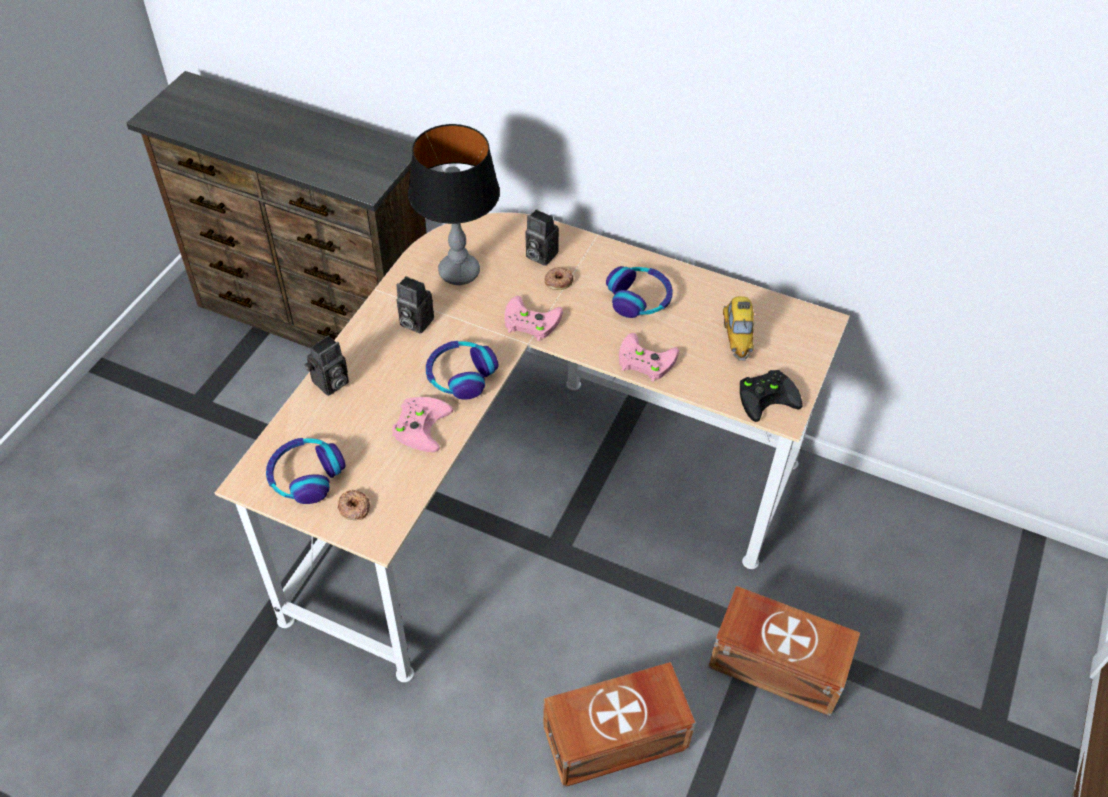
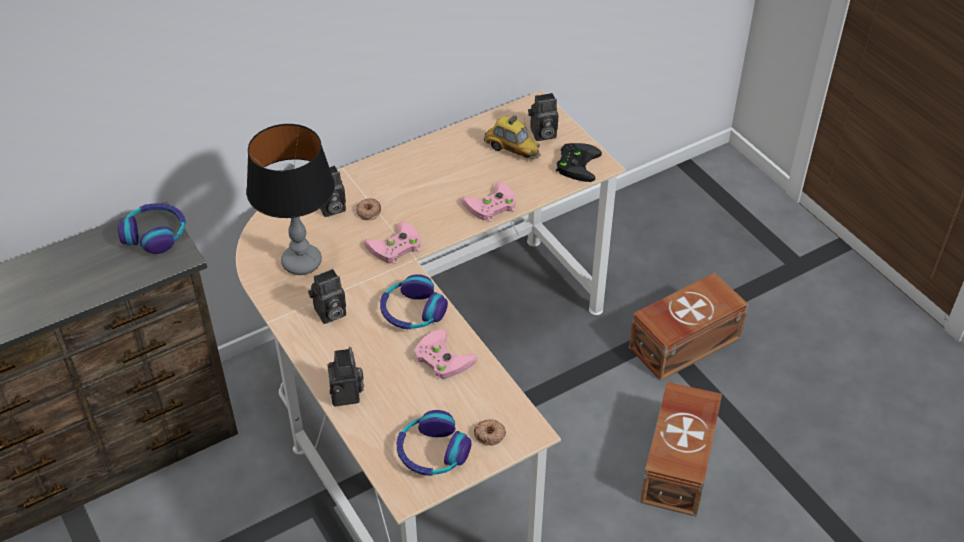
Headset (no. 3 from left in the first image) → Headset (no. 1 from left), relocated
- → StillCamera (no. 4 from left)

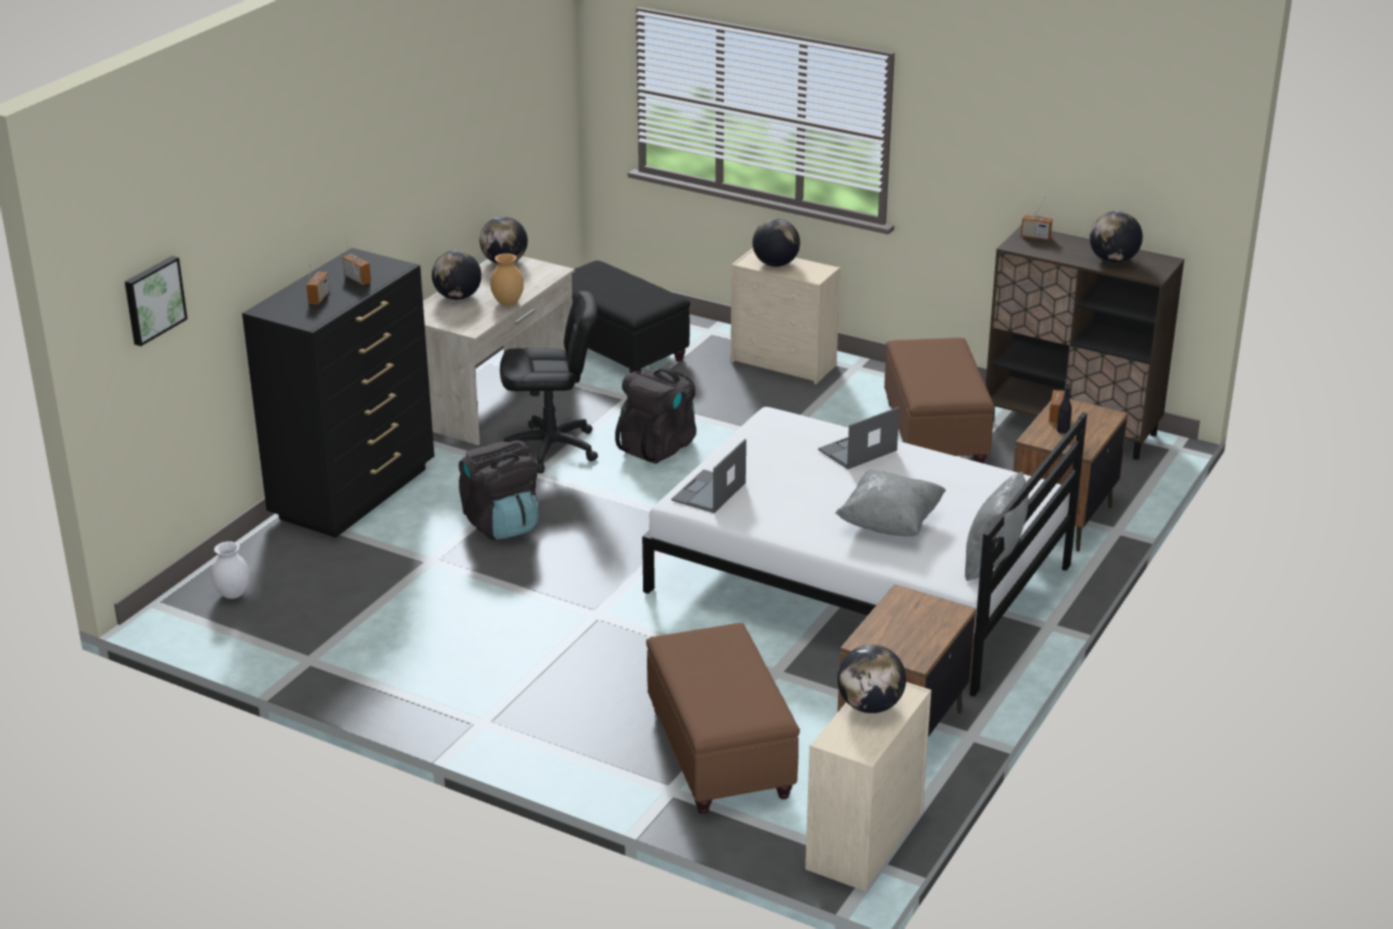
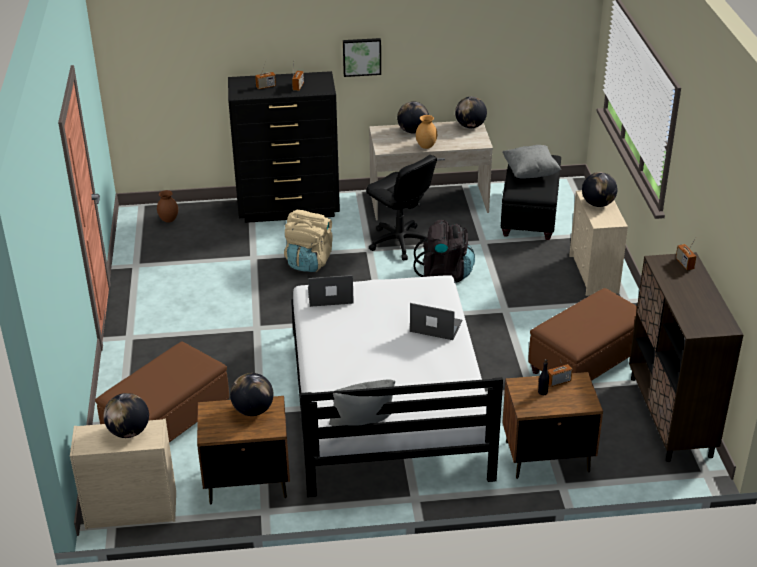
Picture, relocated
WhiteColouredDecorativeVase → BrownColouredDecorativeVase (no. 1 from left)
BlackColouredKnapsack (no. 1 from left) → BeigeKnapsack
GreyishPillow (no. 1 from left in the first image) → GreyishPillow (no. 2 from left), relocated
Globe (no. 5 from left in the first image) → Globe (no. 2 from left), relocated

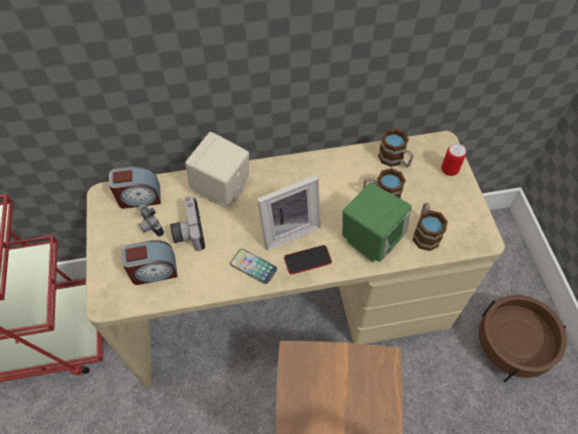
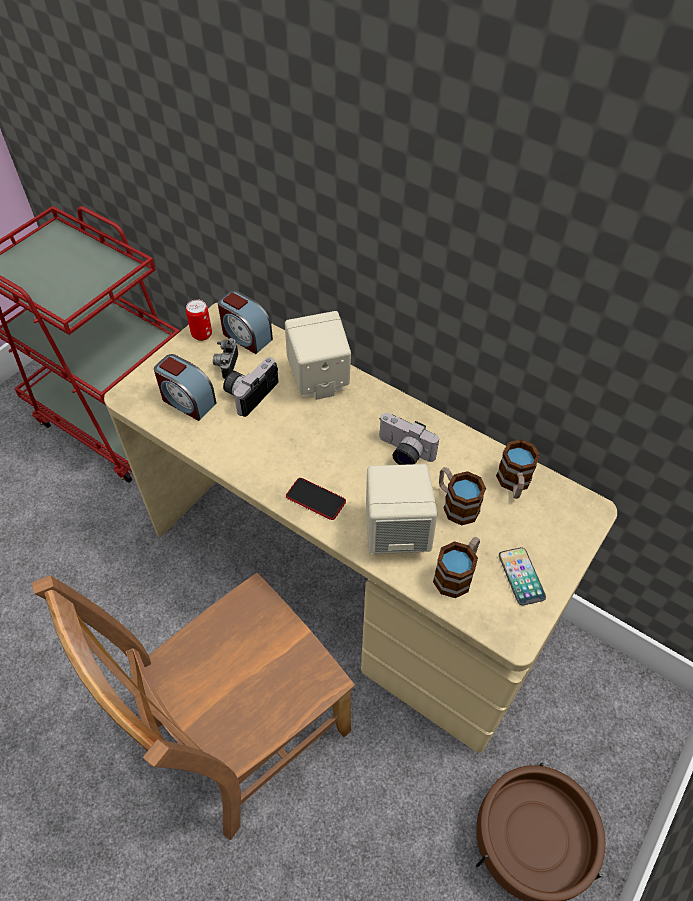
Handset (no. 1 from left in the first image) → Handset (no. 2 from left), relocated
StandingFrame → -
GreenAudioSpeaker → BeigeAudioSpeaker (no. 2 from left)
Can, relocated
- → StillCamera (no. 3 from left)

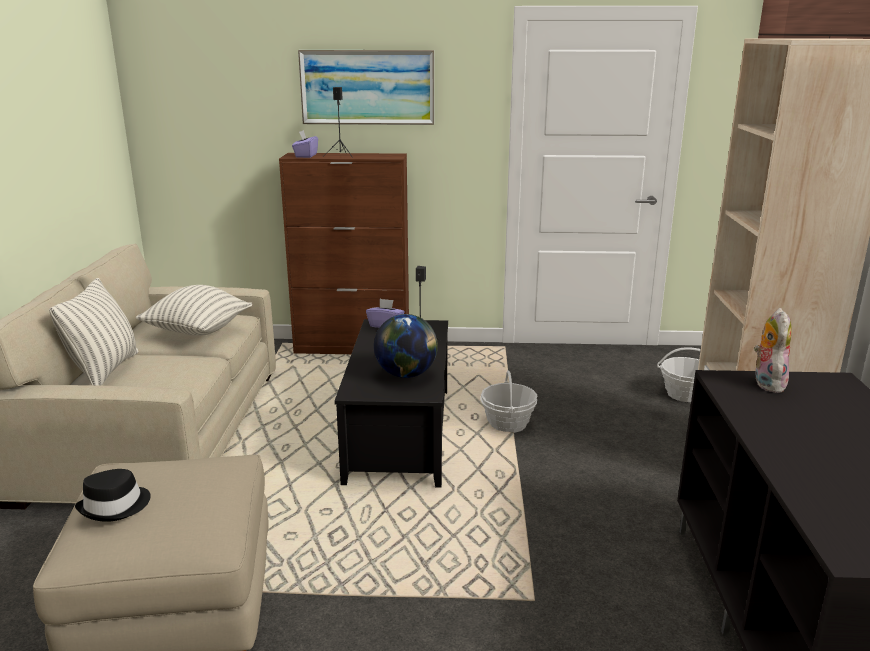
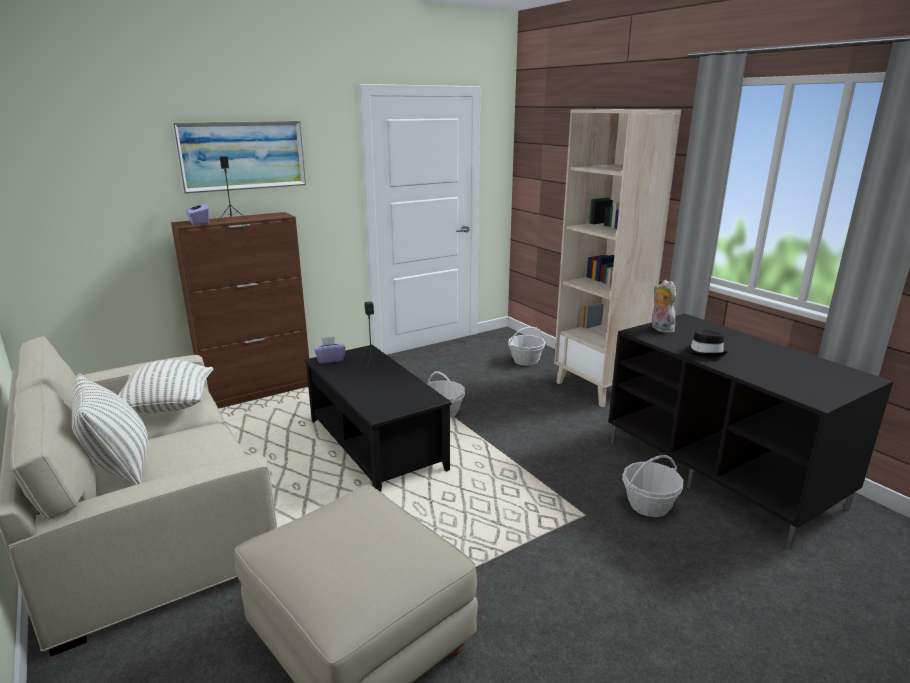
BlackColouredWearableHat, relocated
Globe → -
- → HouseholdBasket (no. 3 from left)

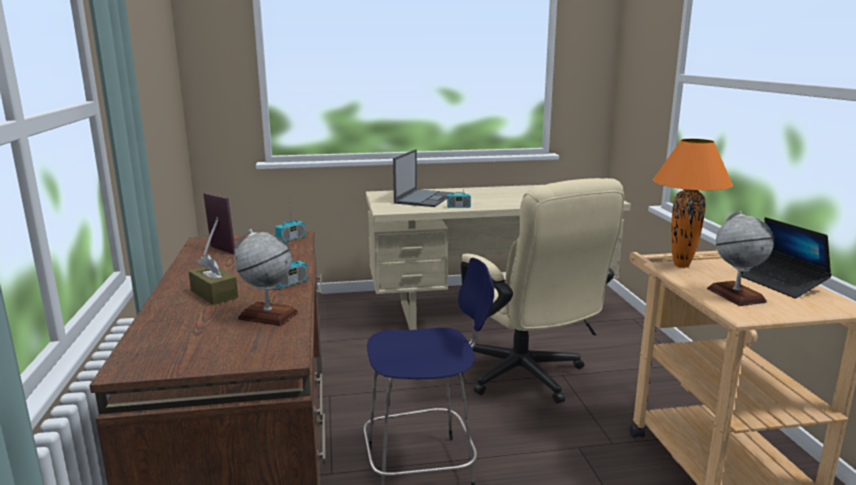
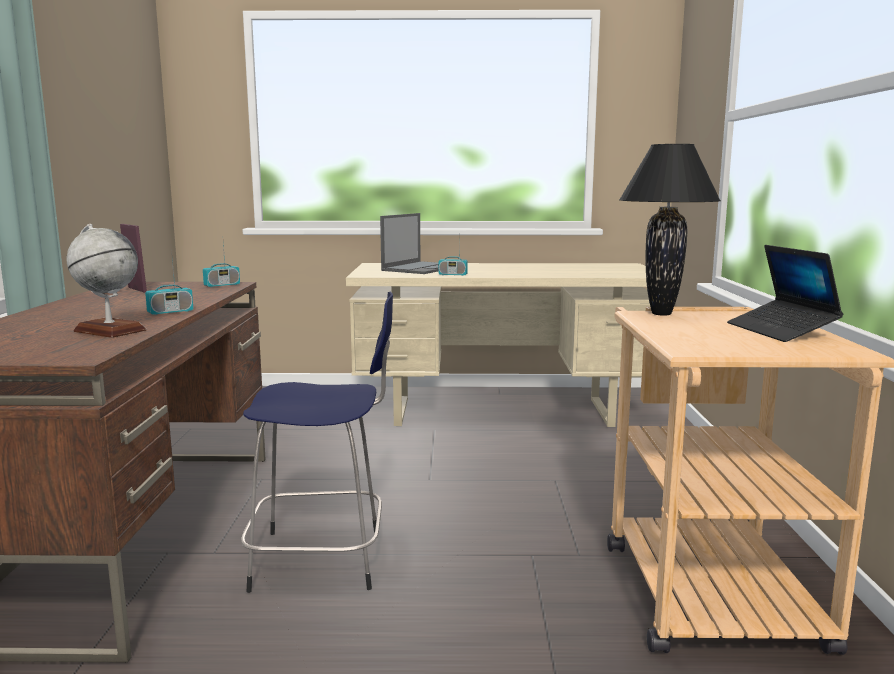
BrownColouredTissueHolder → -
BeigeDeskChair → -
OrangeLampForATable → BlackColouredLampForATable
Globe (no. 2 from left) → -

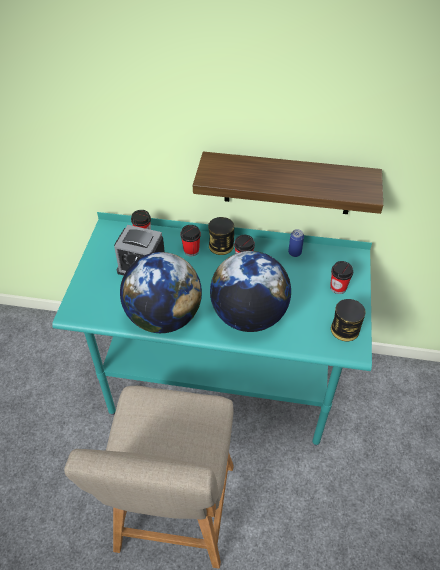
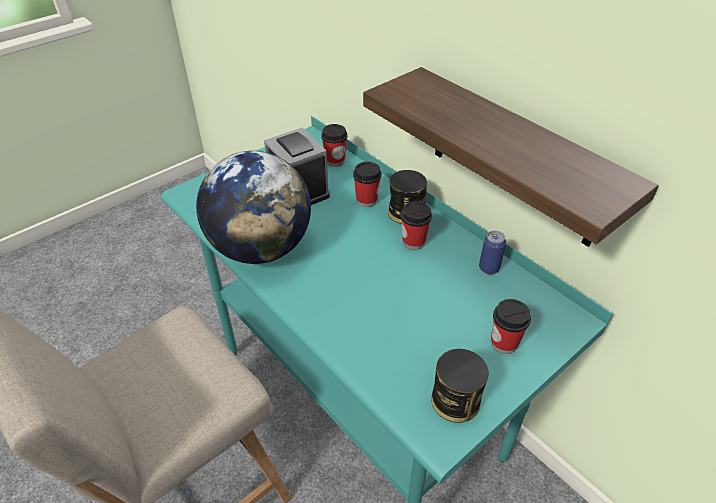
Globe (no. 2 from left) → -

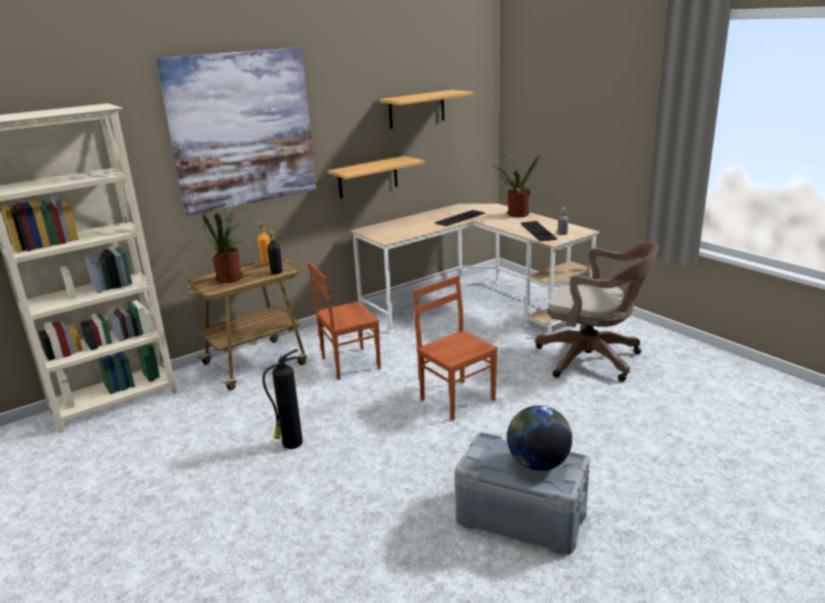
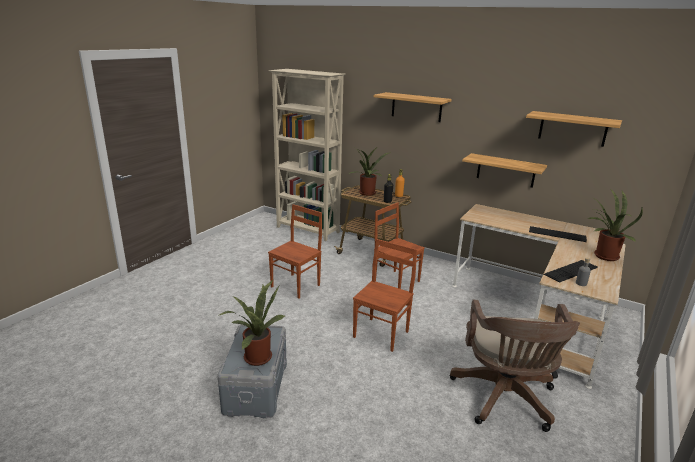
Picture → Shelf (no. 1 from left)
Extinguisher → BrownColouredPlainChair (no. 1 from left)
Globe → Houseplant (no. 1 from left)

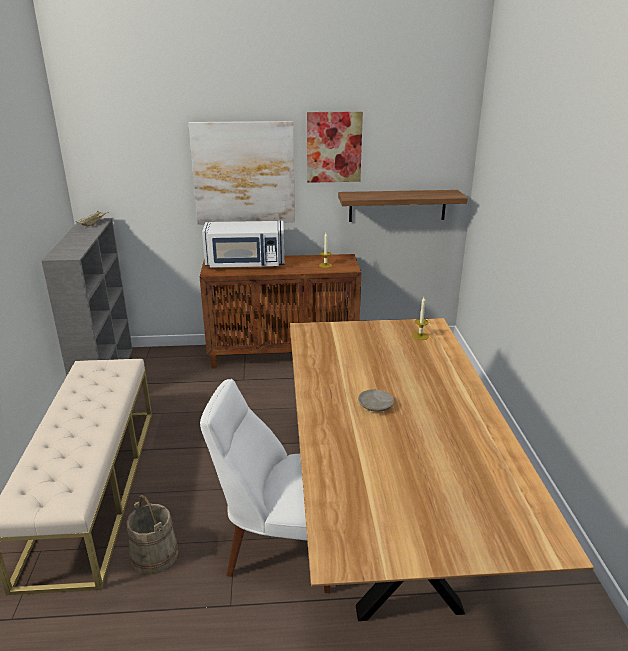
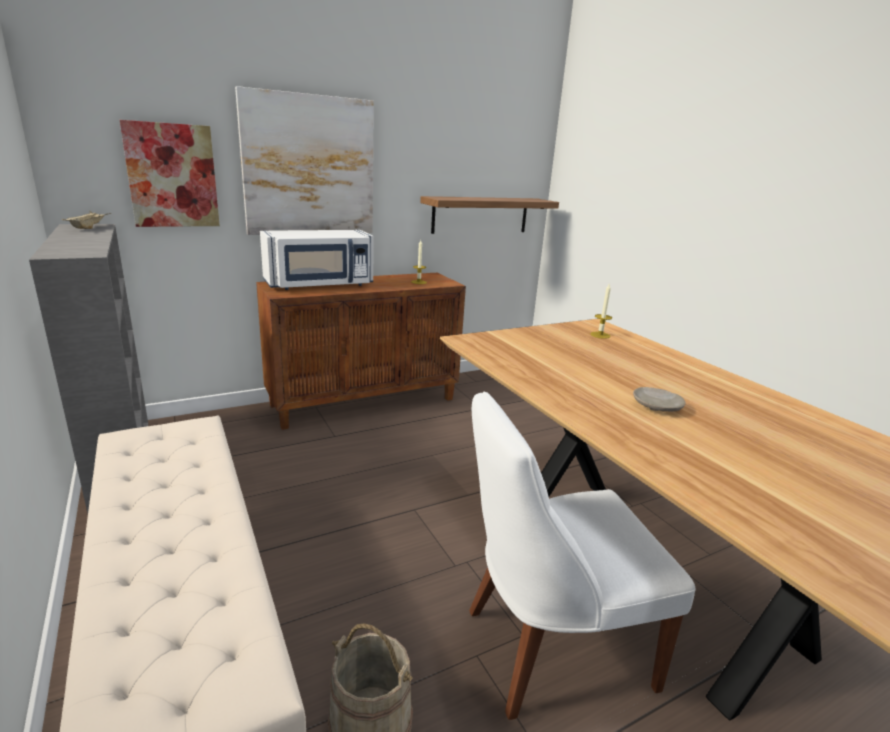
Picture (no. 2 from left in the first image) → Picture (no. 1 from left), relocated

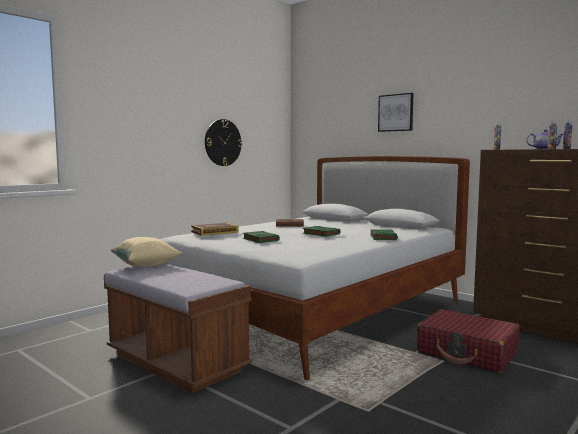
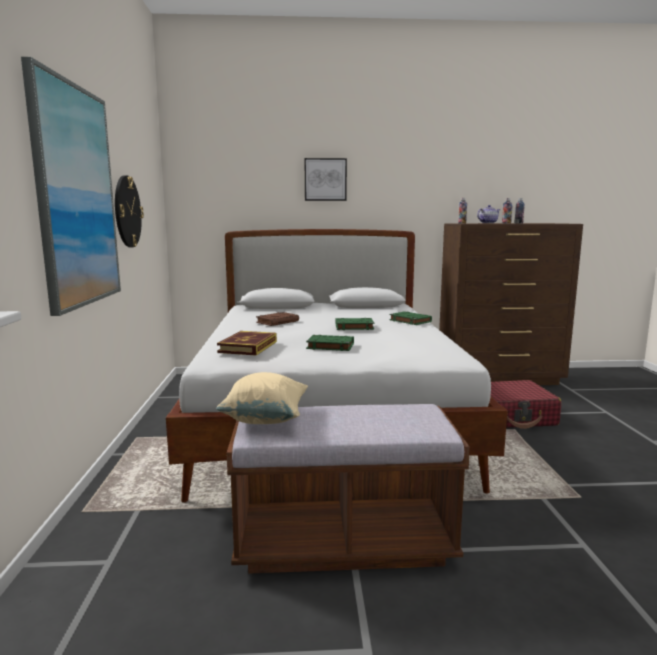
- → Picture (no. 1 from left)

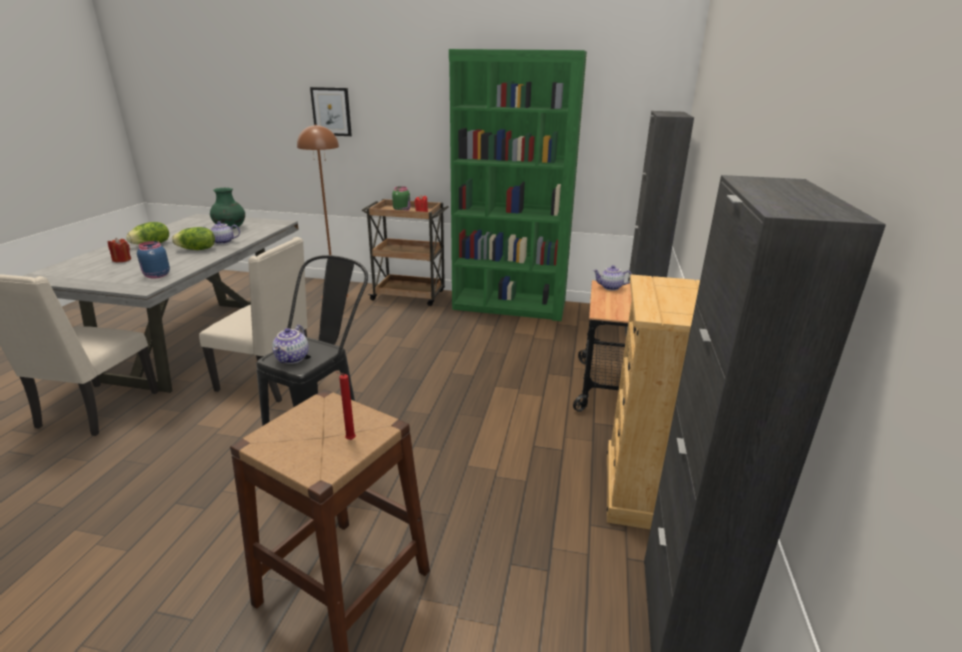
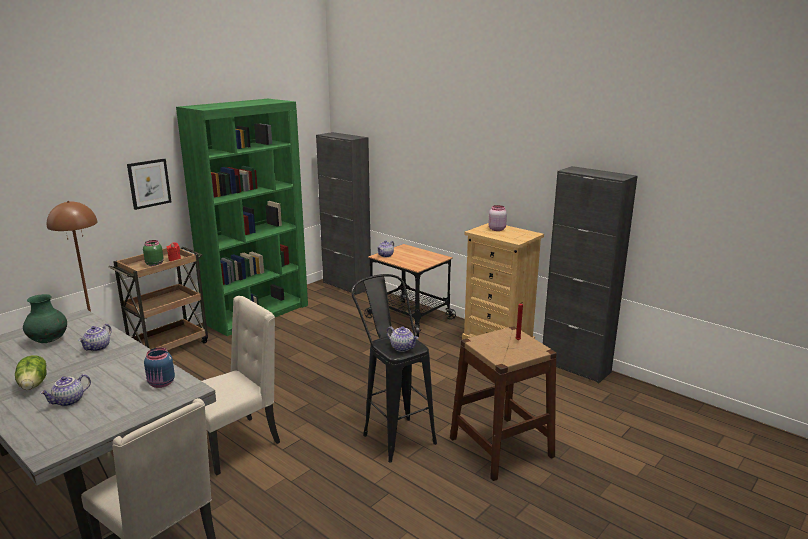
RedColouredCandle (no. 1 from left) → Teapot (no. 1 from left)
LettuceHead (no. 2 from left) → -
Picture, relocated
- → PinkStorageJar

